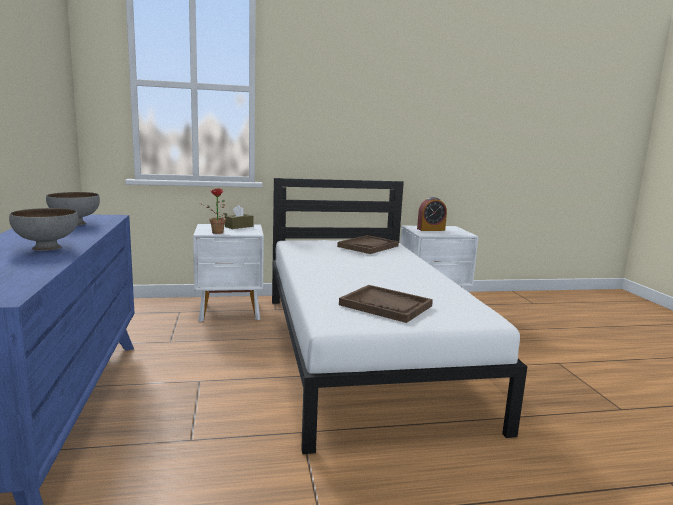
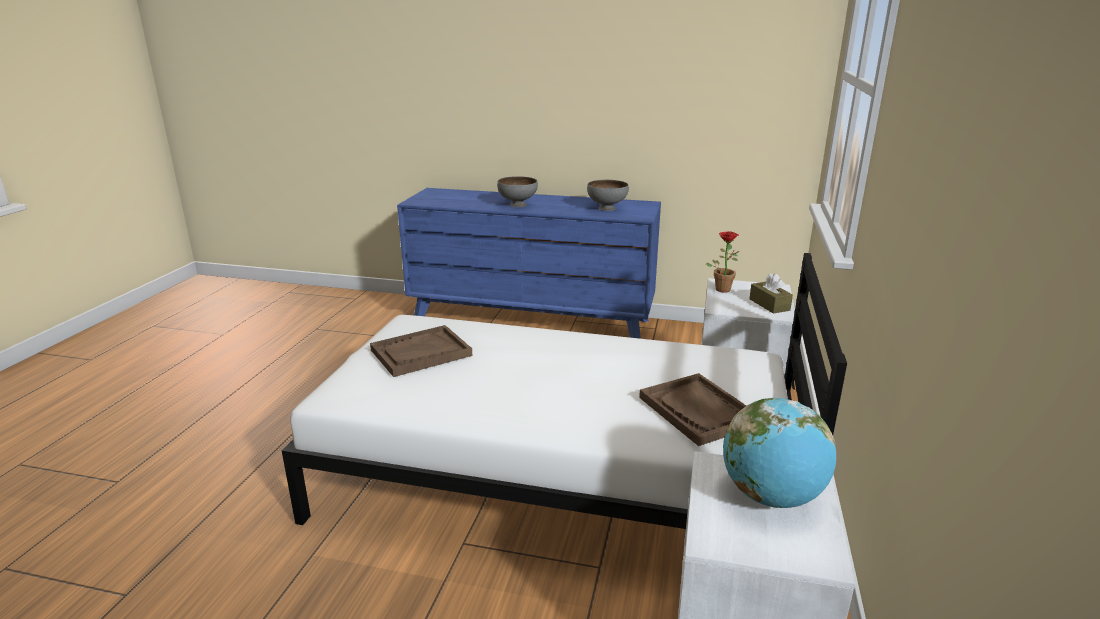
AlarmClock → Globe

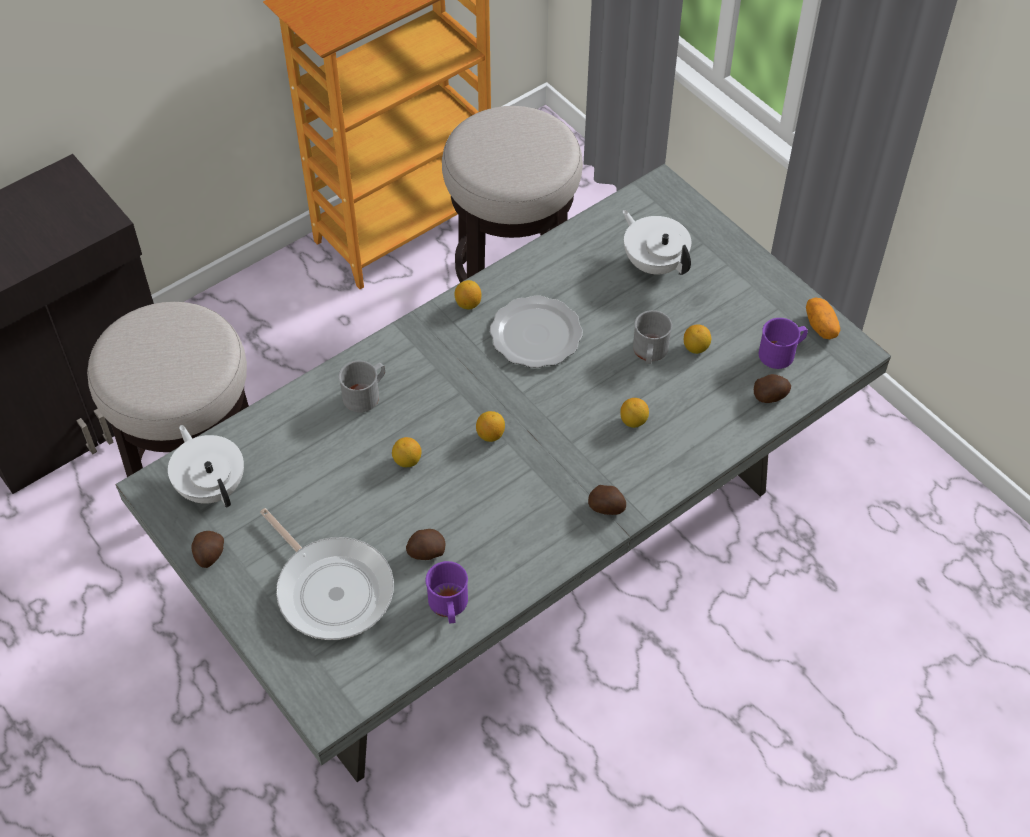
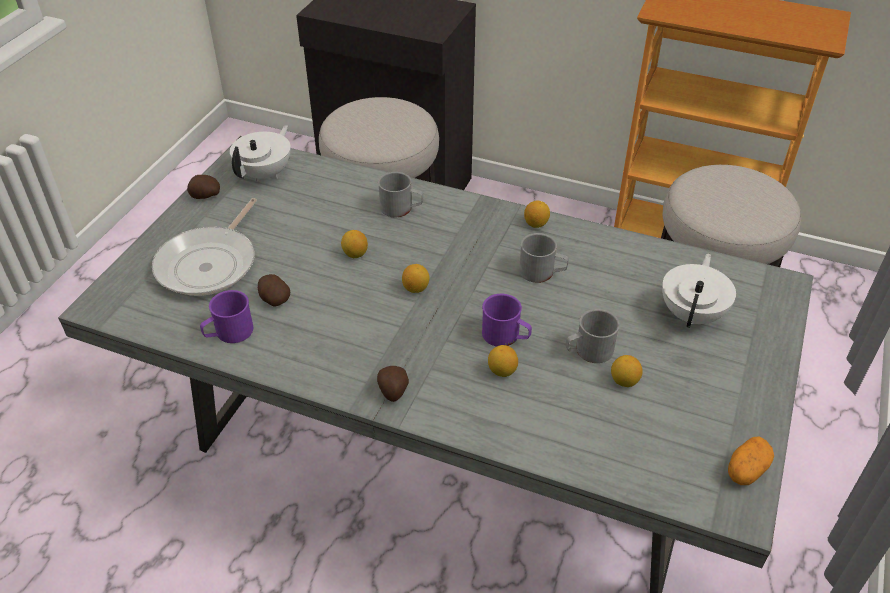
FlatDish → GreyishTeaMug (no. 2 from left)
Spud (no. 4 from left) → -
PurpleTeaMug (no. 2 from left), relocated

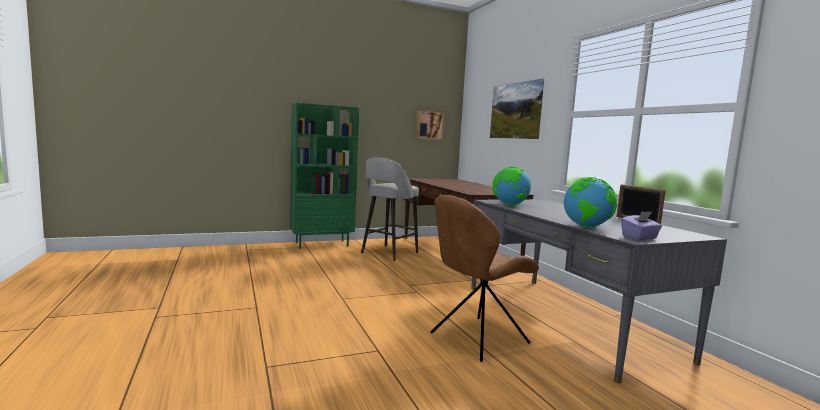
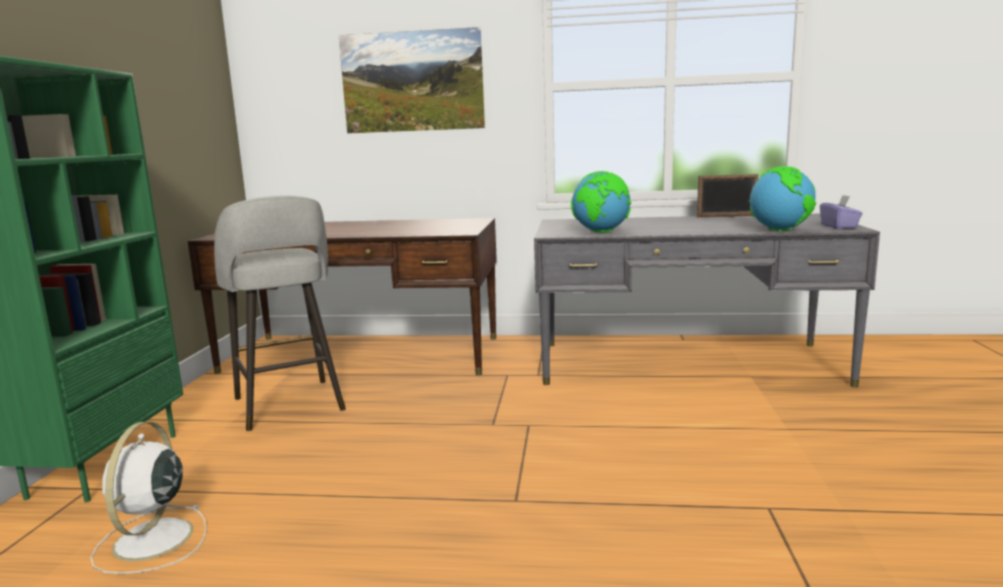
Picture (no. 1 from left) → -
BrownColouredPlainChair → -
- → WhiteColouredCoolingFan

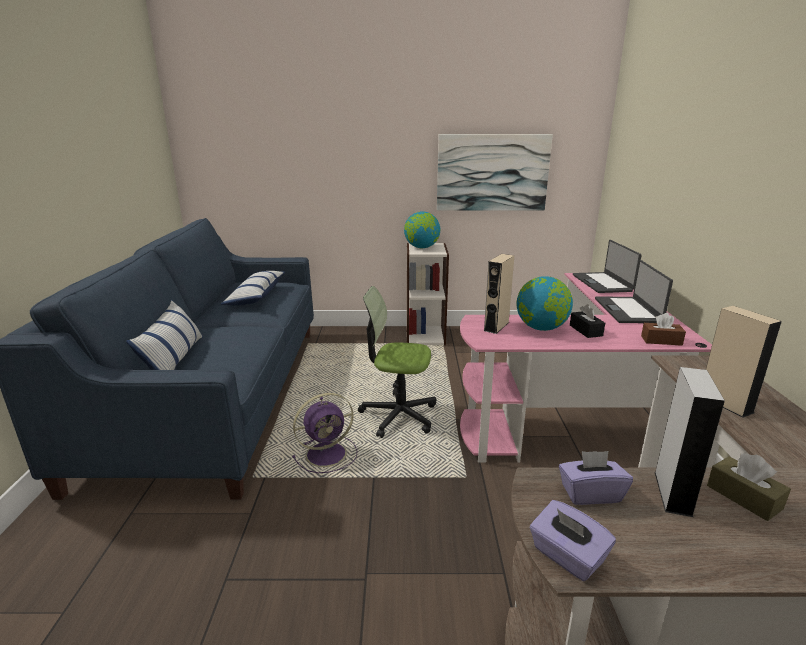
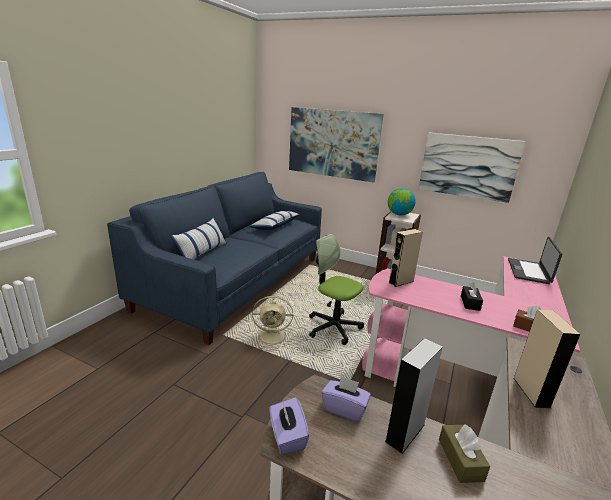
PurpleCoolingFan → BeigeCoolingFan
Globe (no. 2 from left) → -
Laptop (no. 2 from left) → -
- → Picture (no. 1 from left)

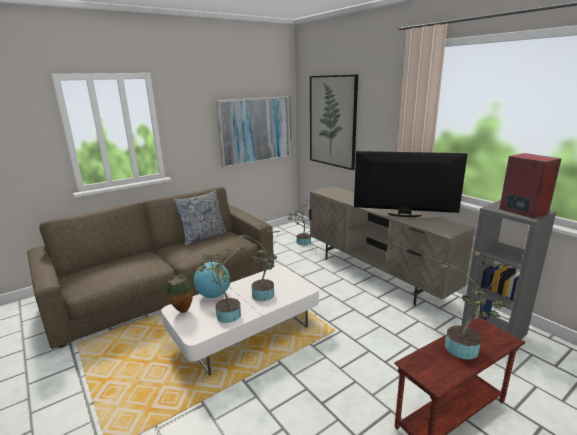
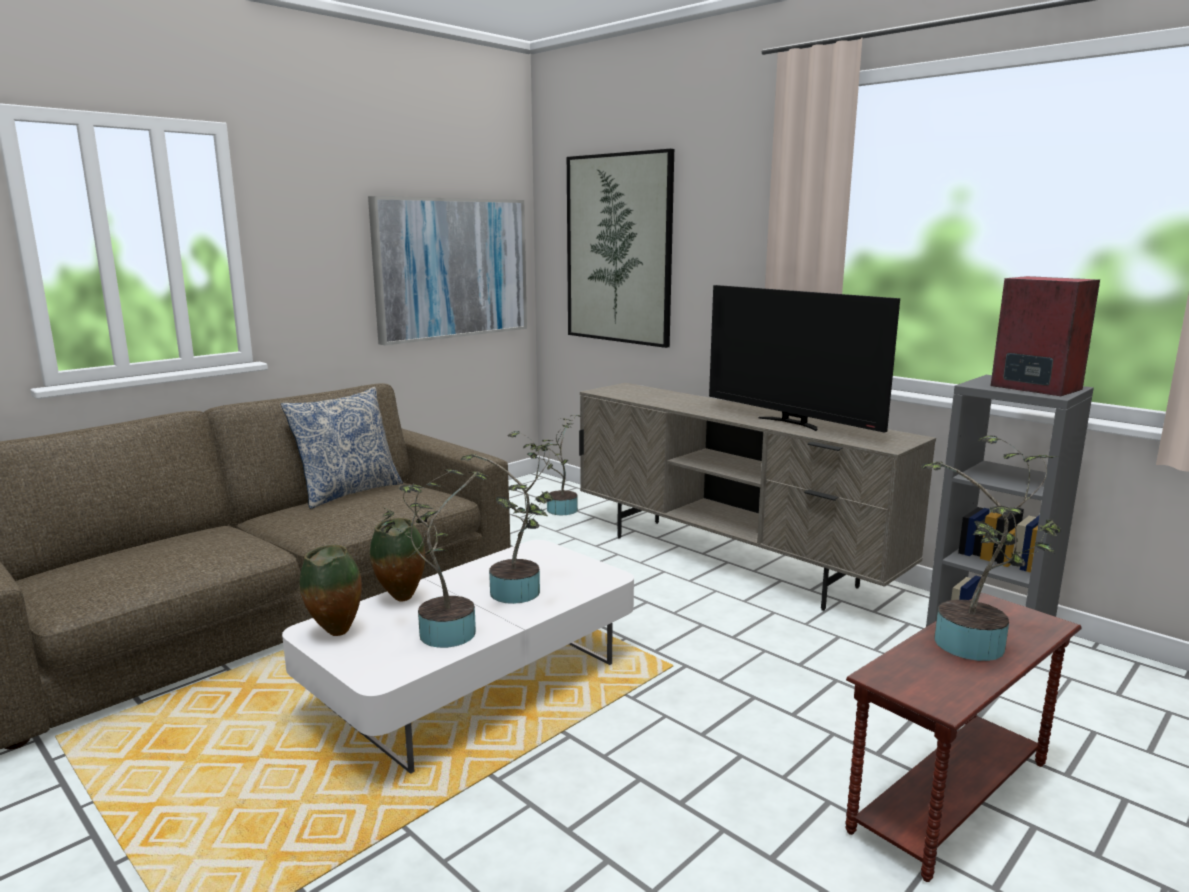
Globe → DecorativeVase (no. 2 from left)
TvSet, 135 degrees counterclockwise

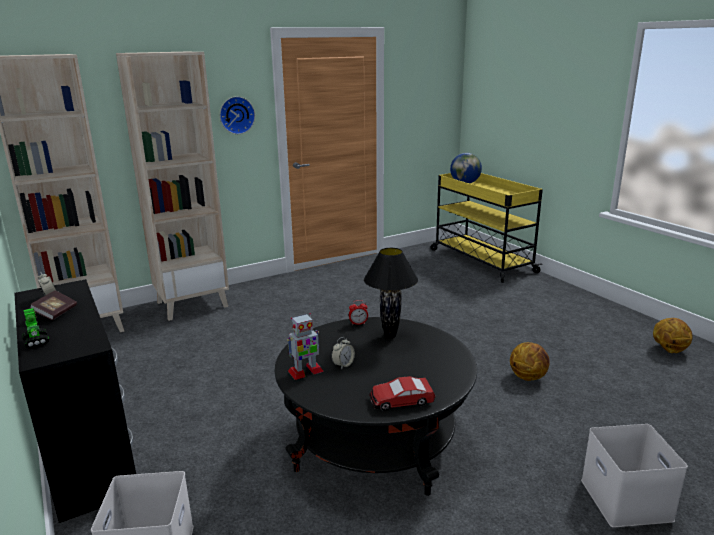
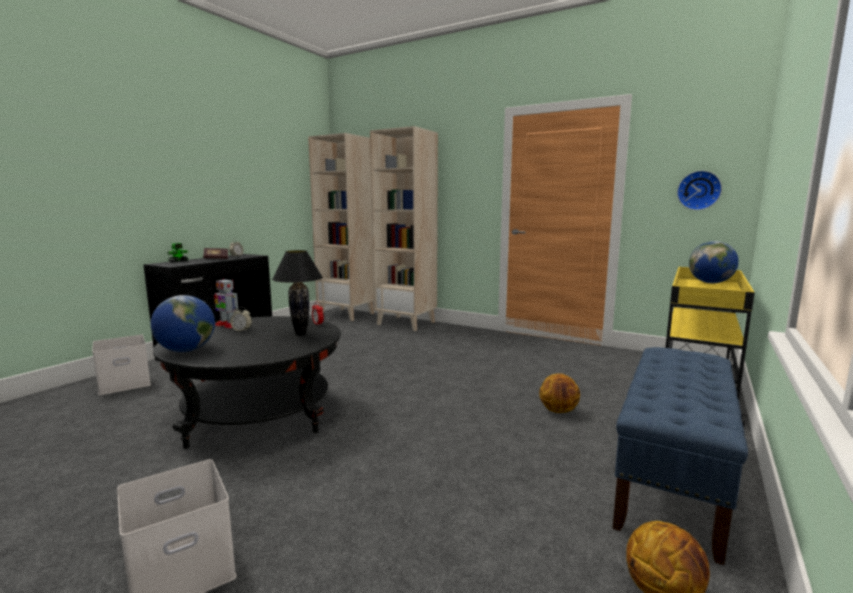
ClockOnTheWall, relocated
ToyCar → Globe (no. 1 from left)
BallForBasketball (no. 1 from left), relocated
- → BlueBench

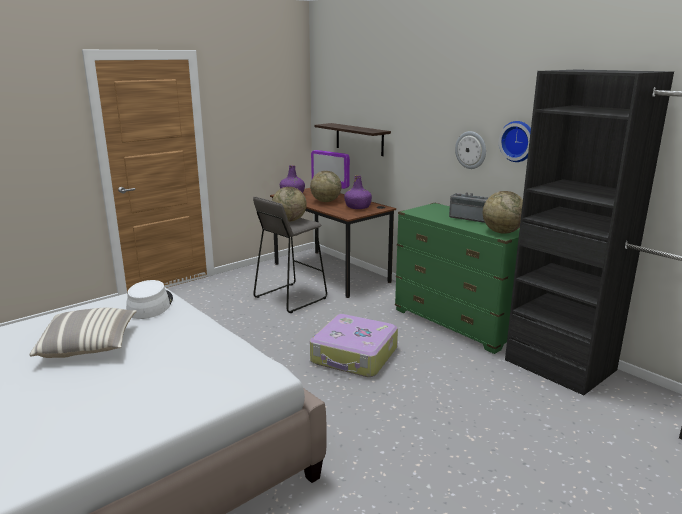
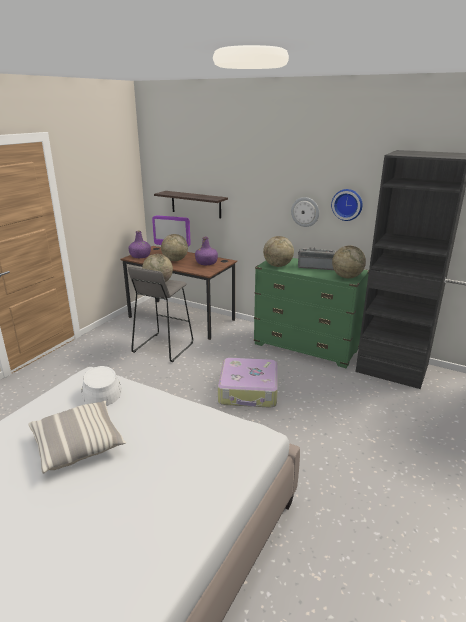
- → Globe (no. 3 from left)

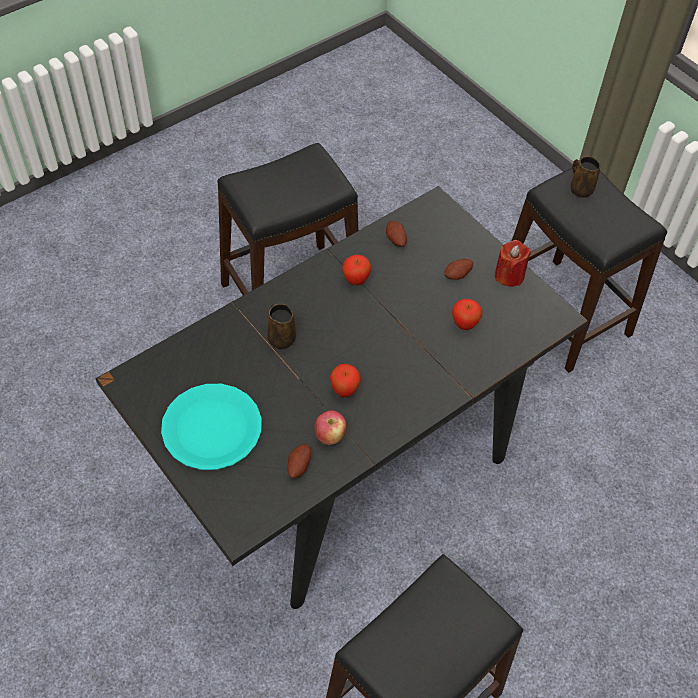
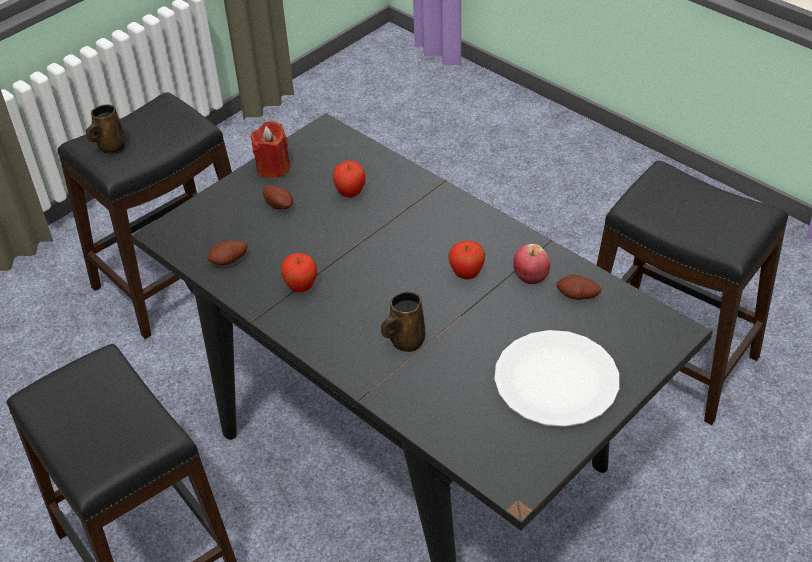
TurquoiseColouredFlatDish → WhiteColouredFlatDish

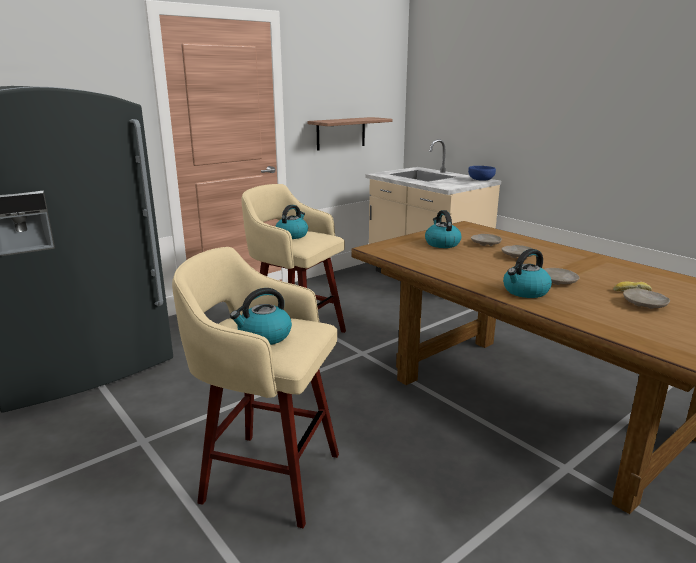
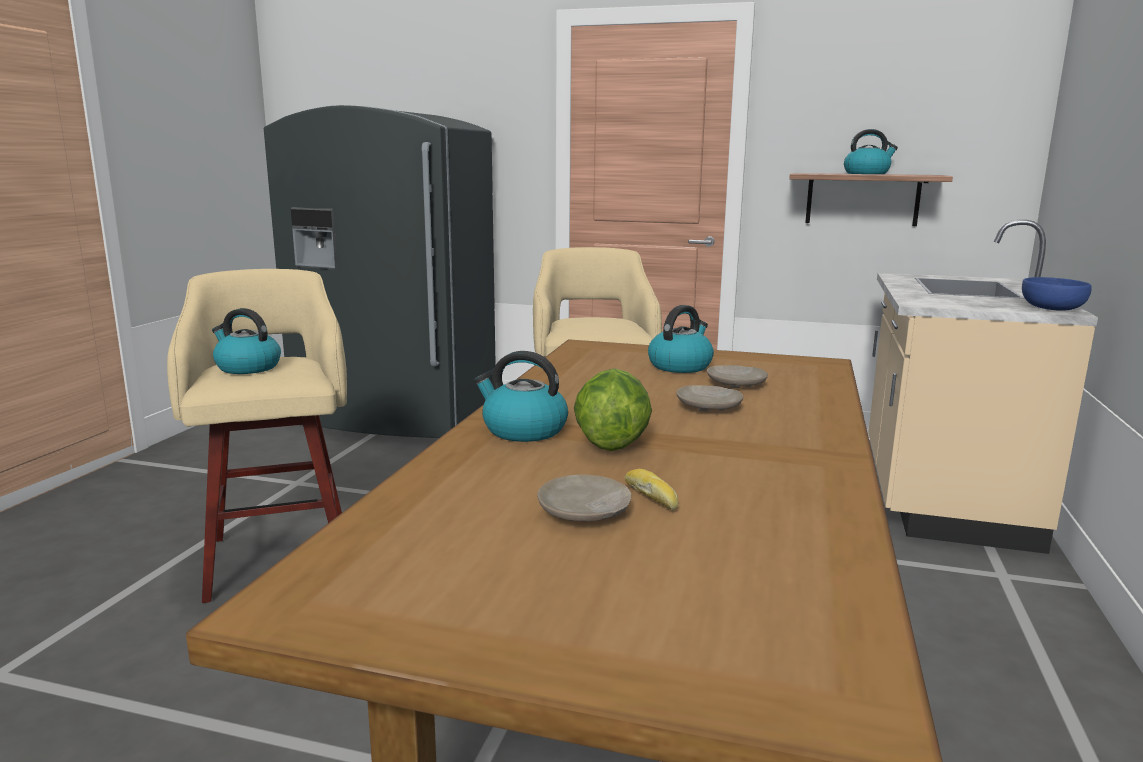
Kettle (no. 2 from left in the first image) → Kettle (no. 4 from left), relocated
BeigeFlatDish (no. 3 from left) → LettuceHead

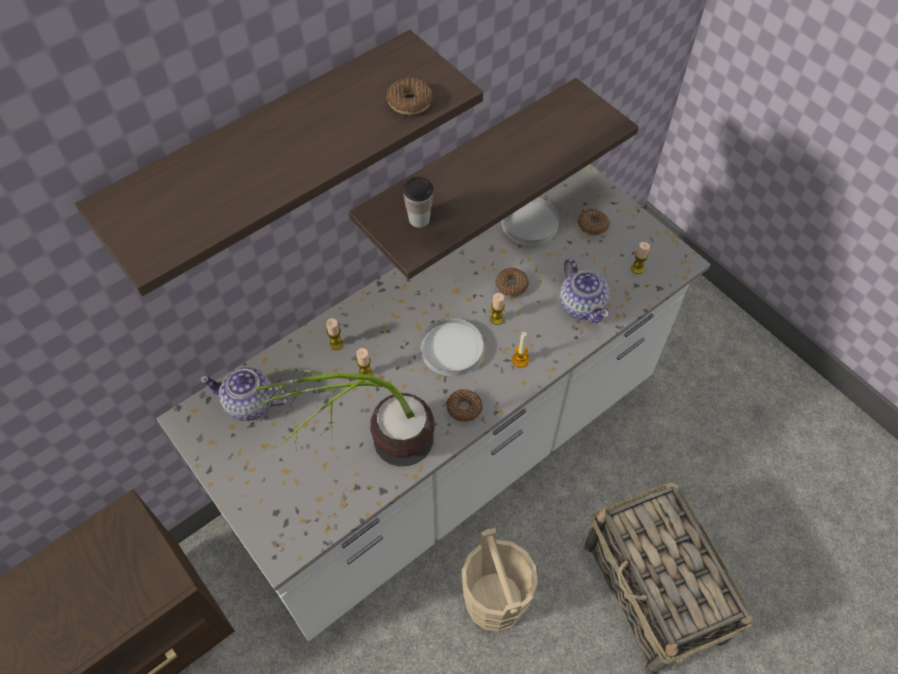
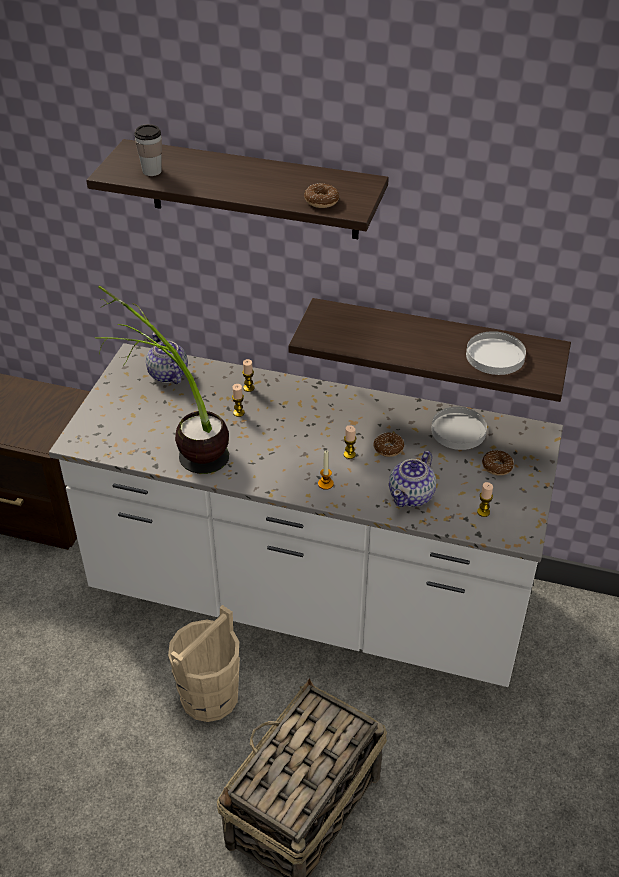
Cup, relocated
WhiteColouredFlatDish (no. 1 from left in the first image) → WhiteColouredFlatDish (no. 2 from left), relocated
Donut (no. 2 from left) → -

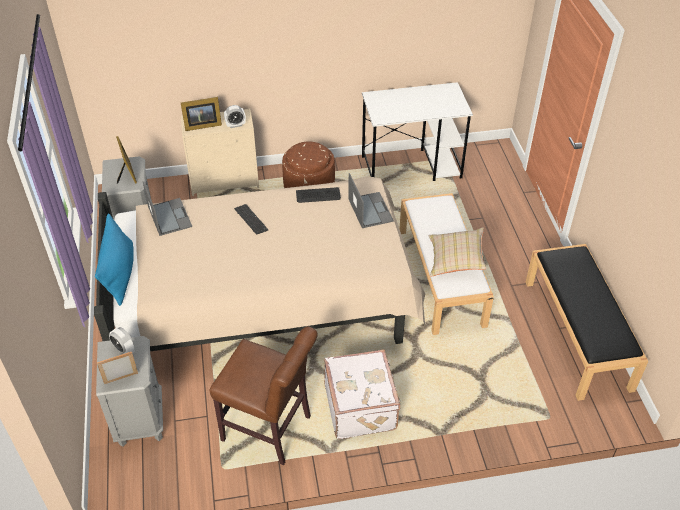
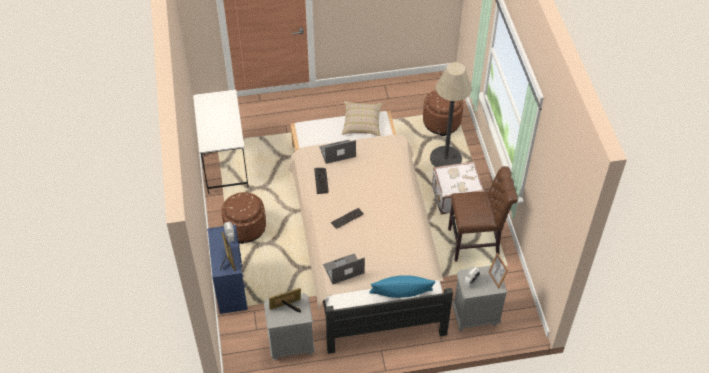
BeigeDresser → BlueDresser
BrownColouredPlainChair, 60 degrees clockwise
BlackColouredBench → -
- → BrownColouredPouffe (no. 2 from left)
- → StandingLamp

